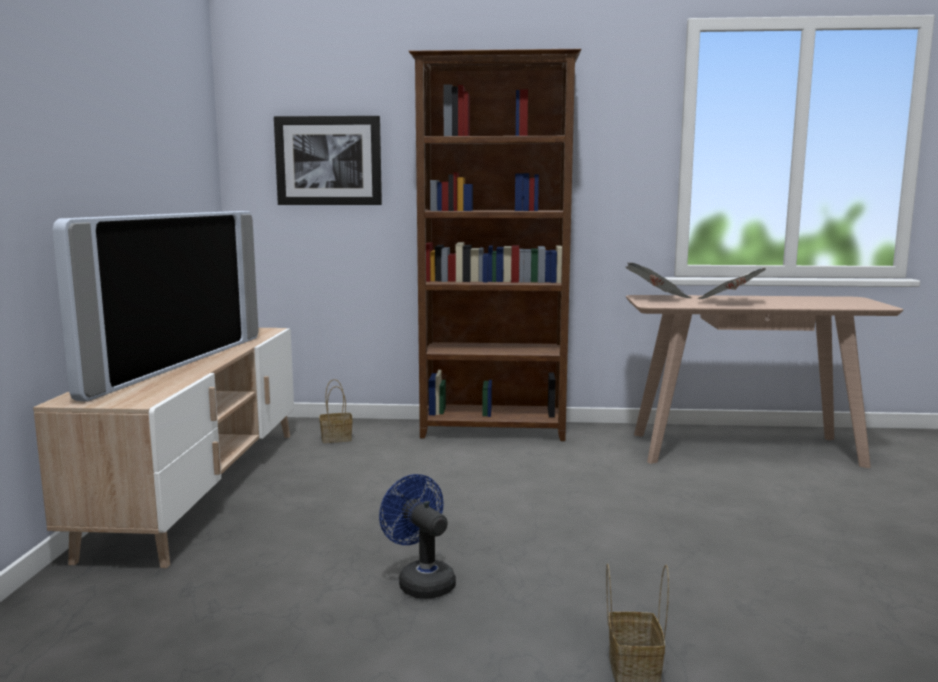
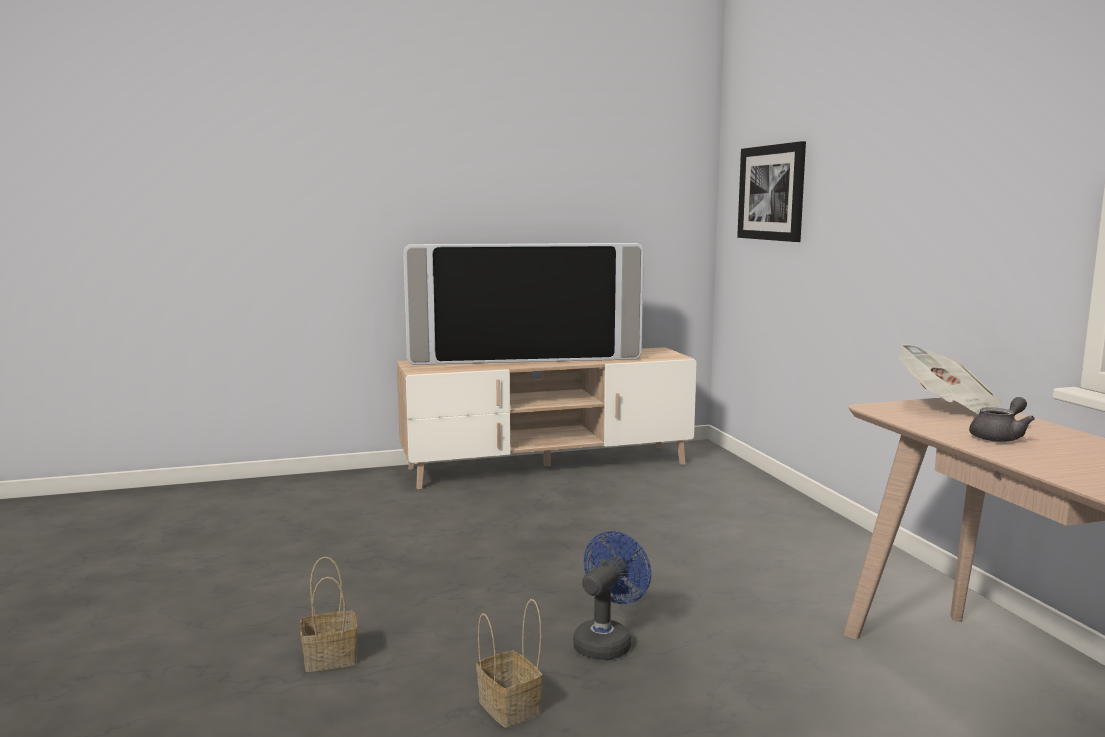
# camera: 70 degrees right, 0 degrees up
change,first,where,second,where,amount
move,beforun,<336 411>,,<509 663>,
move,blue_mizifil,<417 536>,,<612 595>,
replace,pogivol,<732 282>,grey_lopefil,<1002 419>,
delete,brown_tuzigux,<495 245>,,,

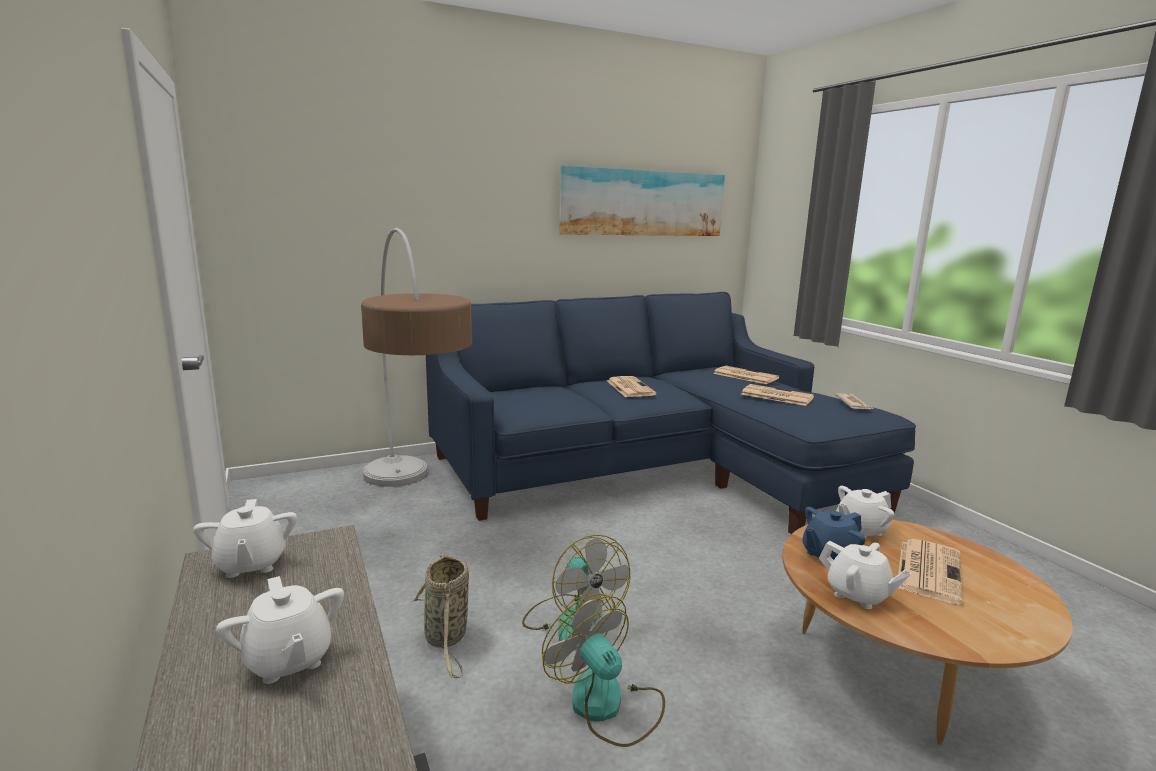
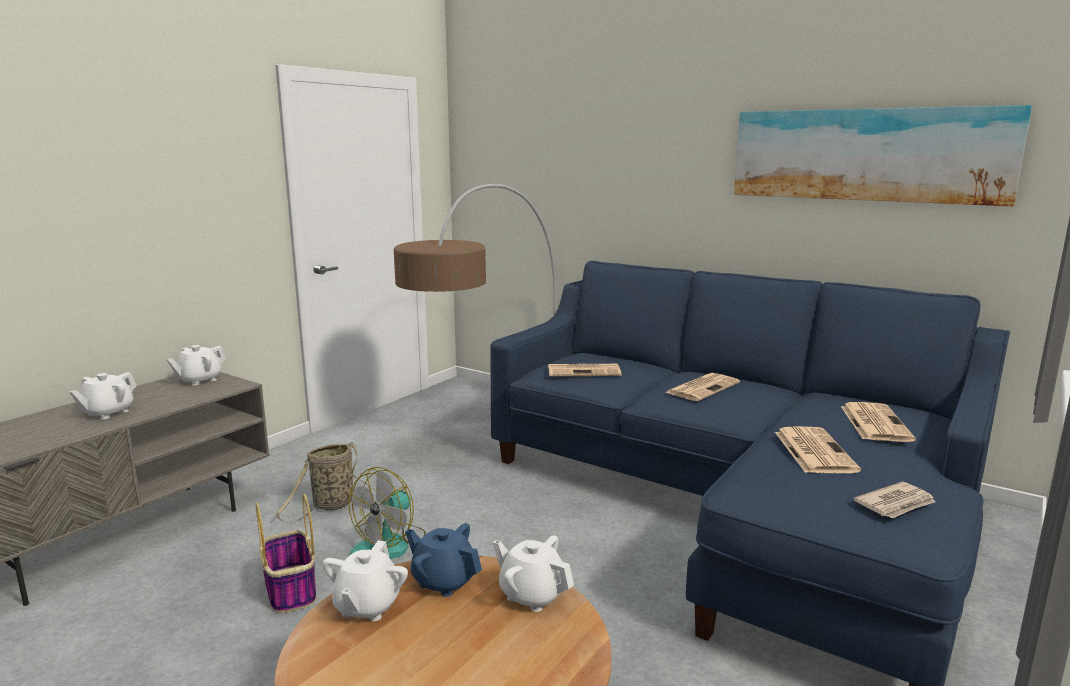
# camera: 60 degrees right, 0 degrees up
change,first,where,second,where,amount
replace,mizifil,<603 670>,beforun,<286 553>,
move,pogivol,<930 571>,,<584 370>,

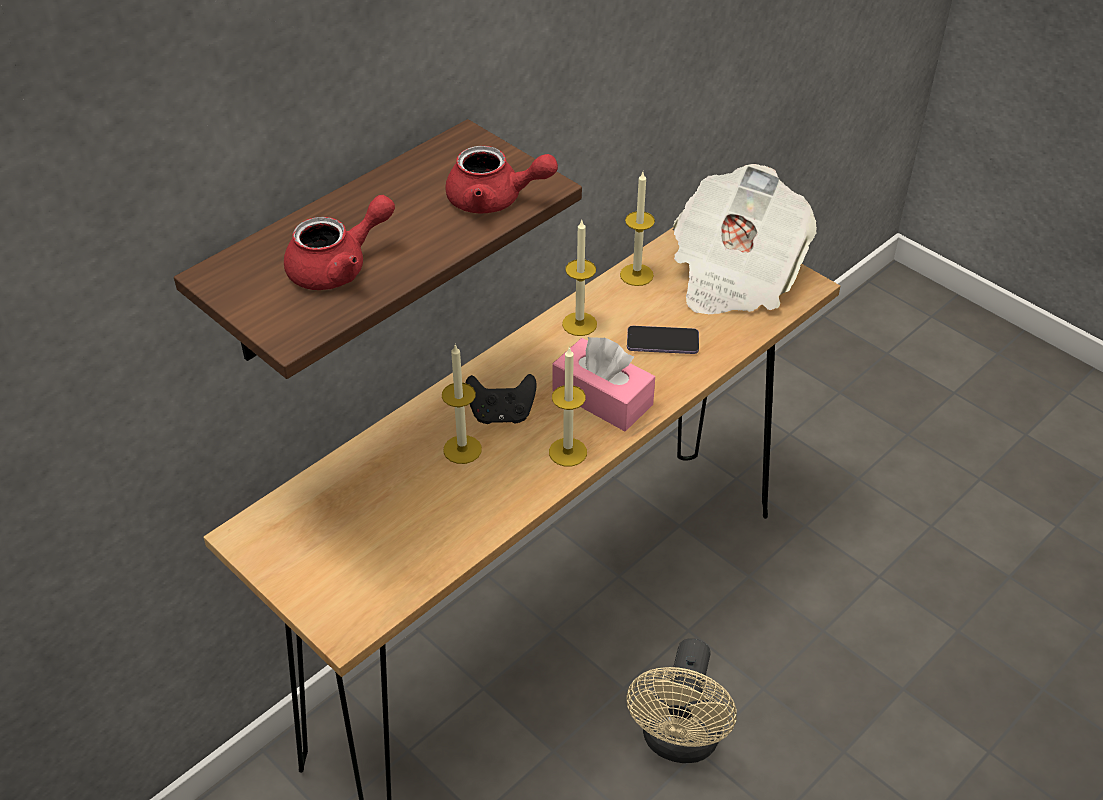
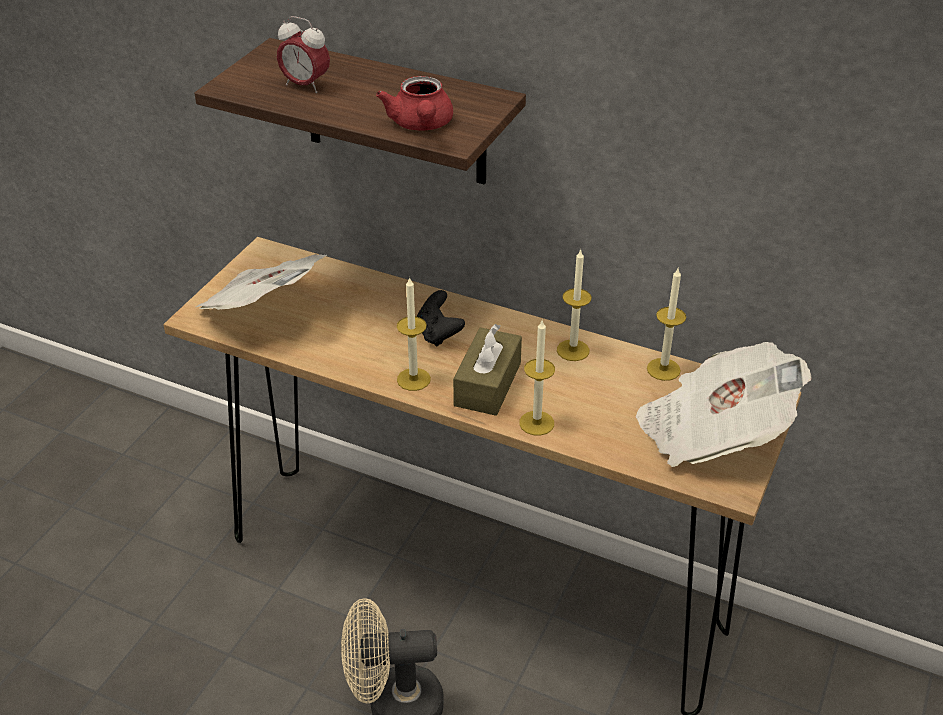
# camera: 70 degrees right, 5 degrees down
change,first,where,second,where,amount
insert,,,pogivol,<261 282>,
replace,red_lopefil,<339 242>,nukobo,<303 54>,
recolor,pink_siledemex,<604 384>,brown_siledemex,<487 370>,
move,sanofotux,<462 404>,,<537 378>,
delete,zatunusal,<663 340>,,,

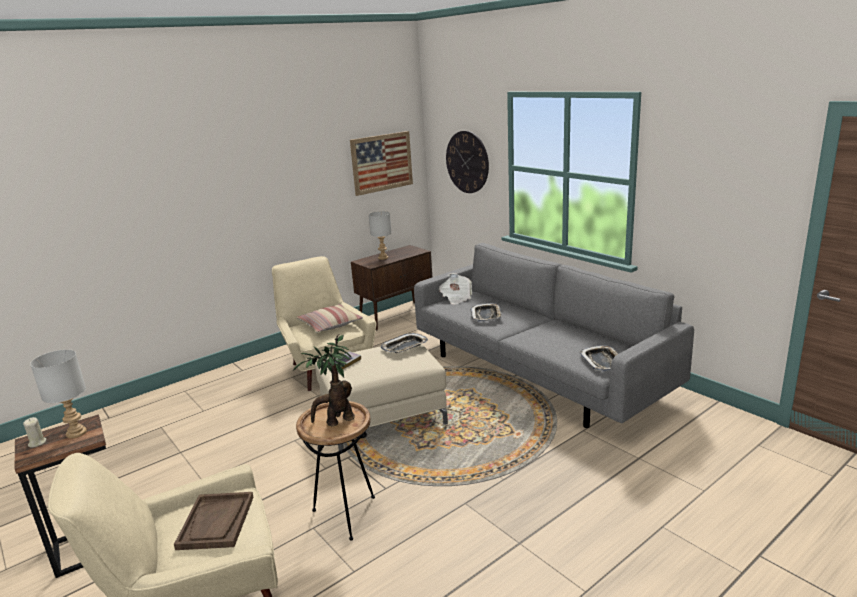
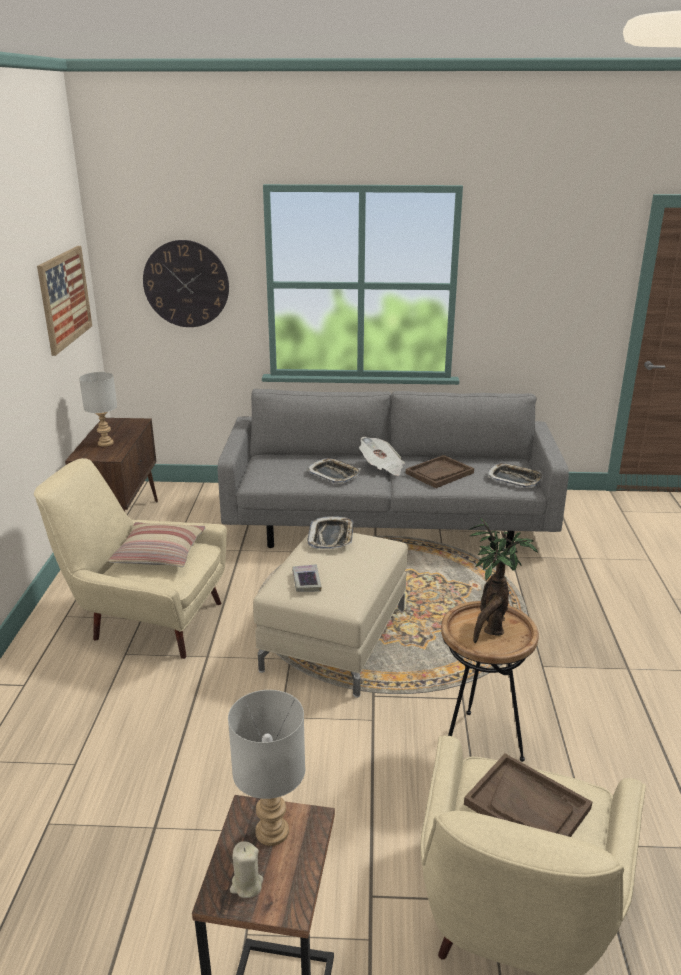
# camera: 50 degrees left, 5 degrees up
change,first,where,second,where,amount
move,pogivol,<455 289>,,<382 456>,
insert,,,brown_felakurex,<440 471>,

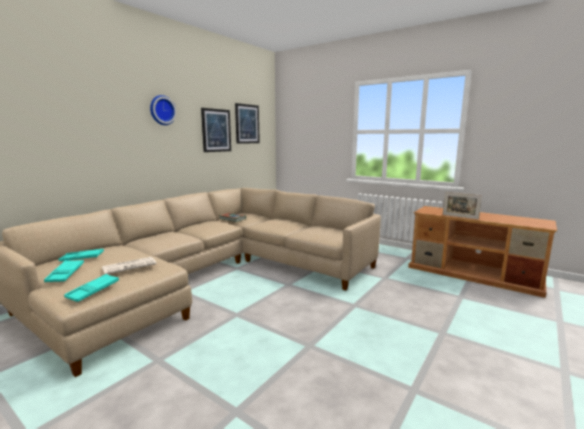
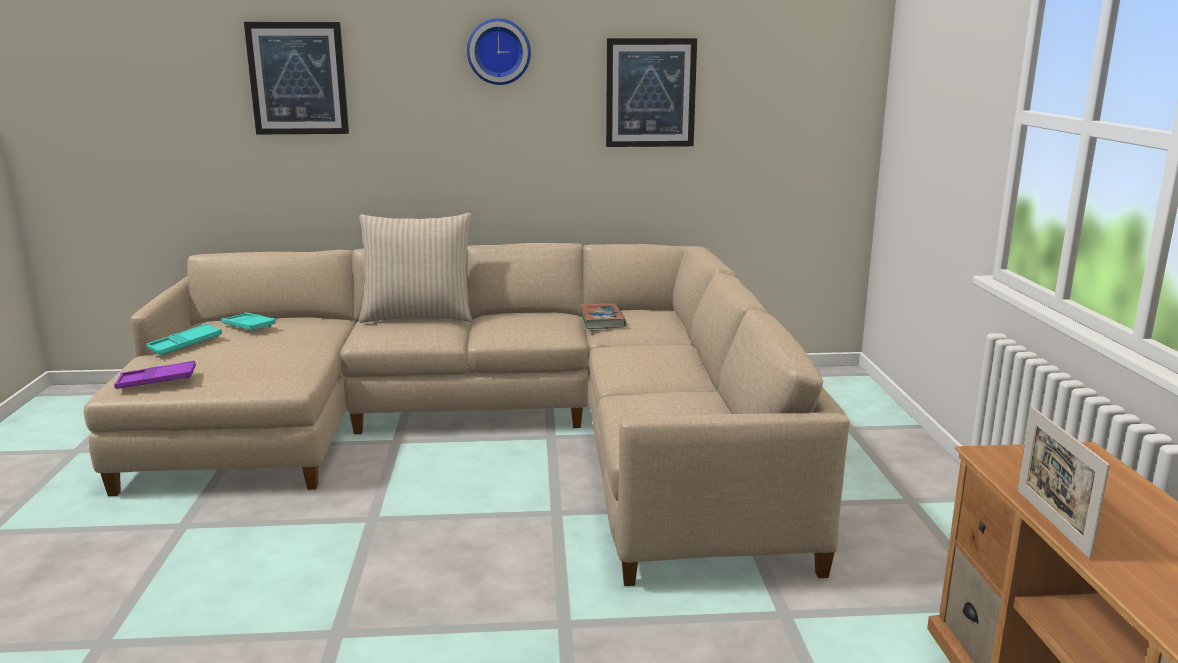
# camera: 50 degrees right, 5 degrees up
change,first,where,second,where,amount
recolor,turquoise_felakurex,<91 288>,purple_felakurex,<155 375>,
move,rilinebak,<247 123>,,<296 78>,
insert,,,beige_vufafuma,<415 268>,
delete,pogivol,<129 265>,,,

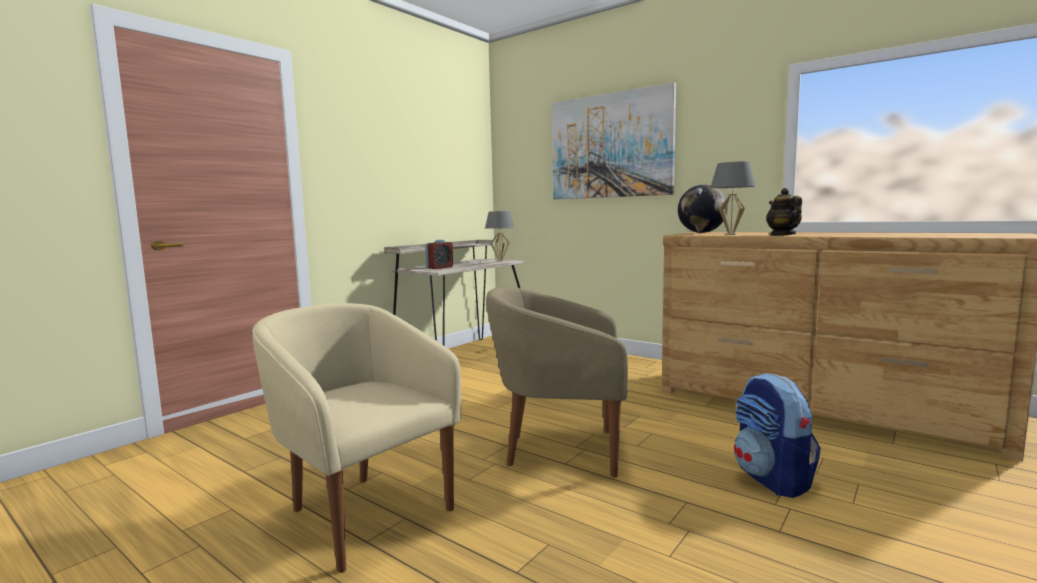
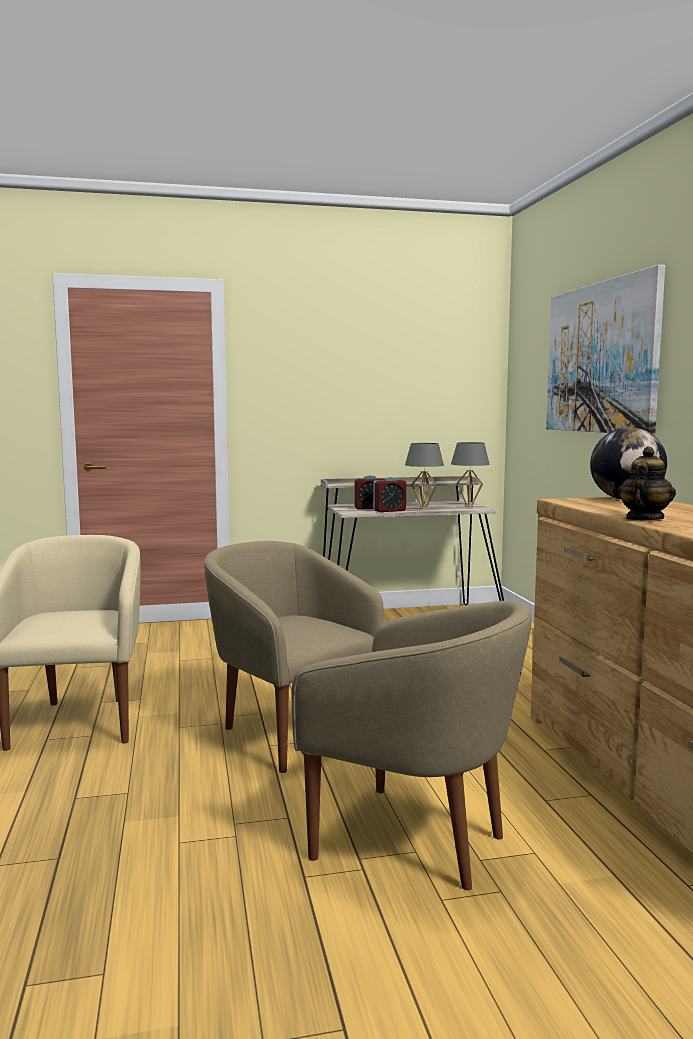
# camera: 40 degrees right, 0 degrees up
change,first,where,second,where,amount
replace,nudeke,<777 435>,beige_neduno,<411 745>,
insert,,,nukobo,<389 494>,
move,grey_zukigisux,<733 198>,,<424 476>,

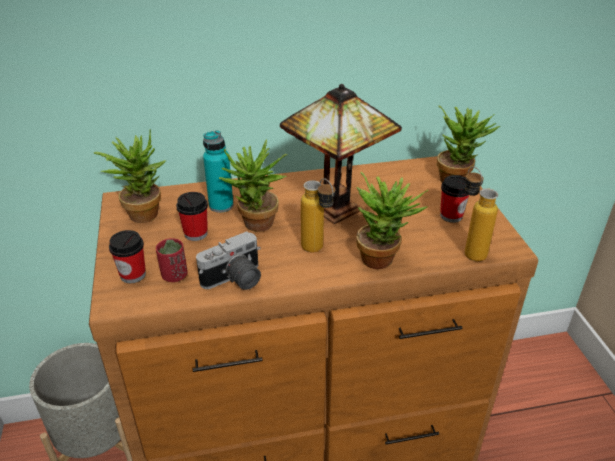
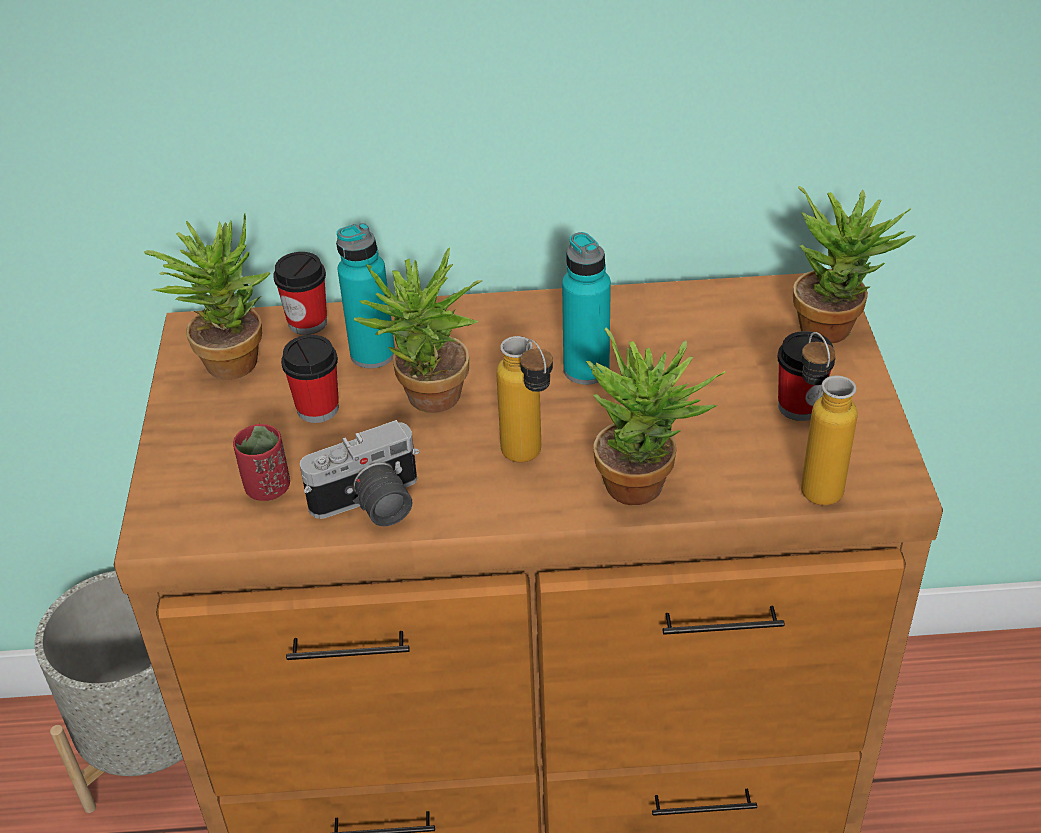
# camera: 10 degrees right, 5 degrees up
change,first,where,second,where,amount
move,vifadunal,<127 256>,,<300 293>,
replace,zukigisux,<341 154>,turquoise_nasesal,<586 308>,

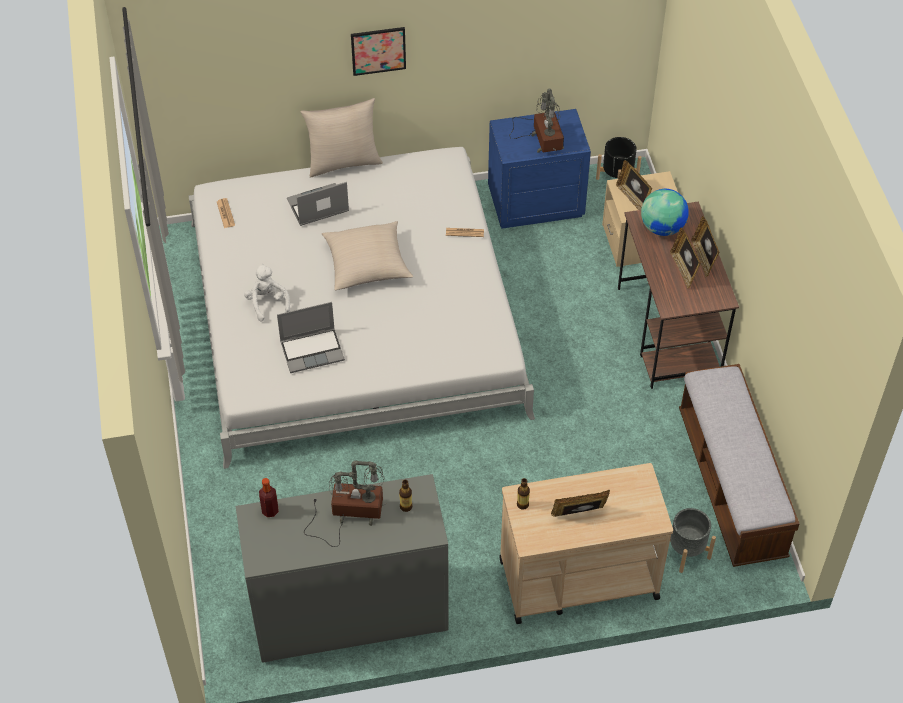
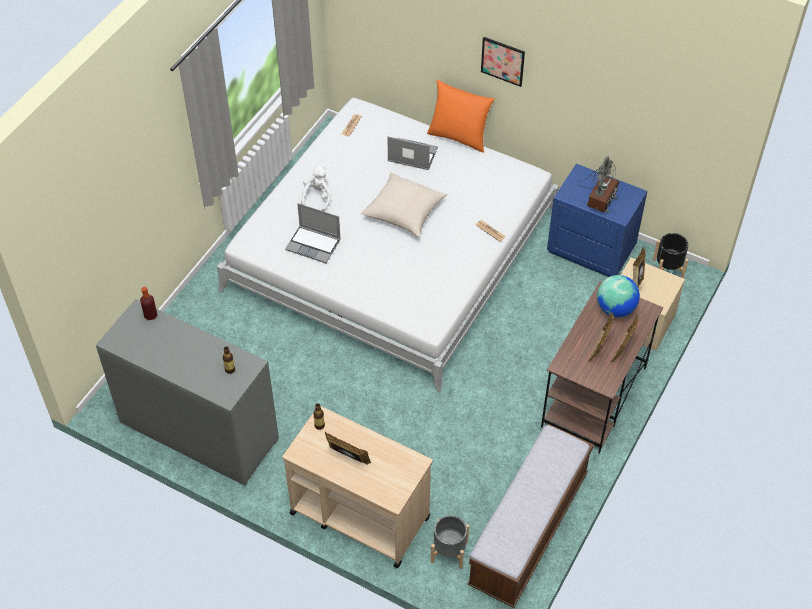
# camera: 40 degrees right, 0 degrees up
change,first,where,second,where,amount
recolor,beige_vufafuma,<342 138>,orange_vufafuma,<461 116>,
delete,zukigisux,<345 504>,,,

